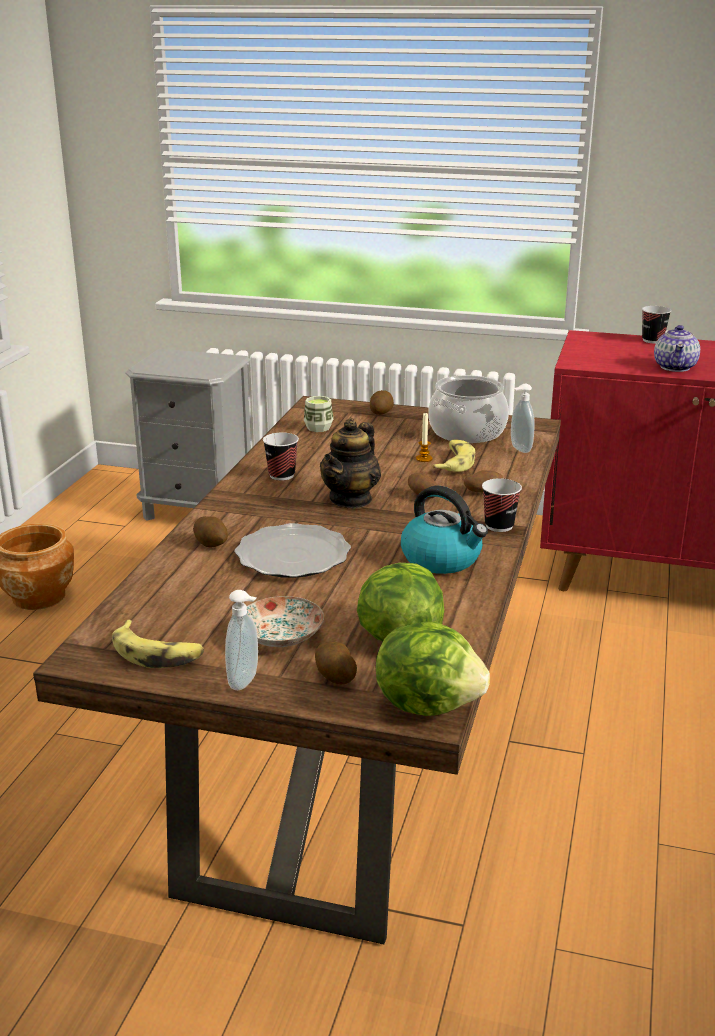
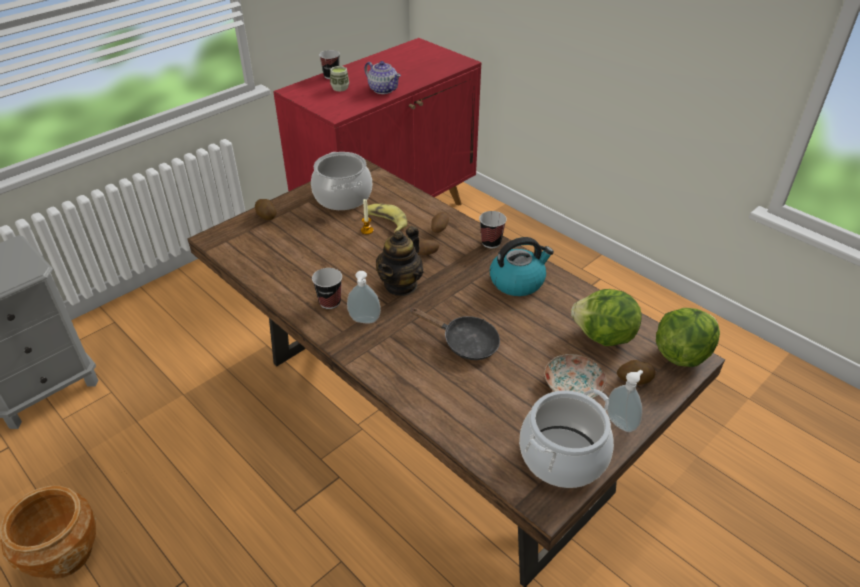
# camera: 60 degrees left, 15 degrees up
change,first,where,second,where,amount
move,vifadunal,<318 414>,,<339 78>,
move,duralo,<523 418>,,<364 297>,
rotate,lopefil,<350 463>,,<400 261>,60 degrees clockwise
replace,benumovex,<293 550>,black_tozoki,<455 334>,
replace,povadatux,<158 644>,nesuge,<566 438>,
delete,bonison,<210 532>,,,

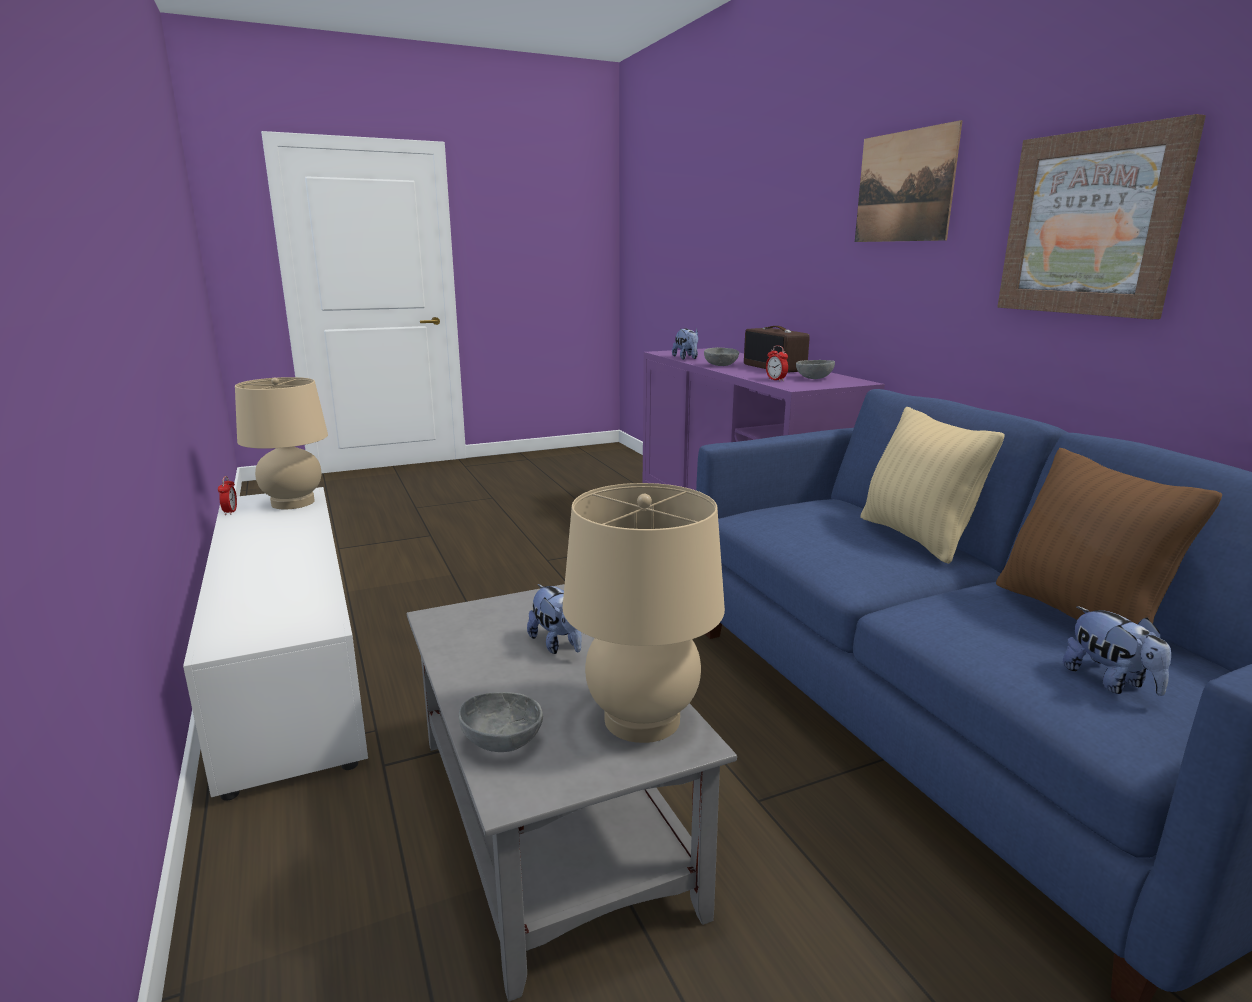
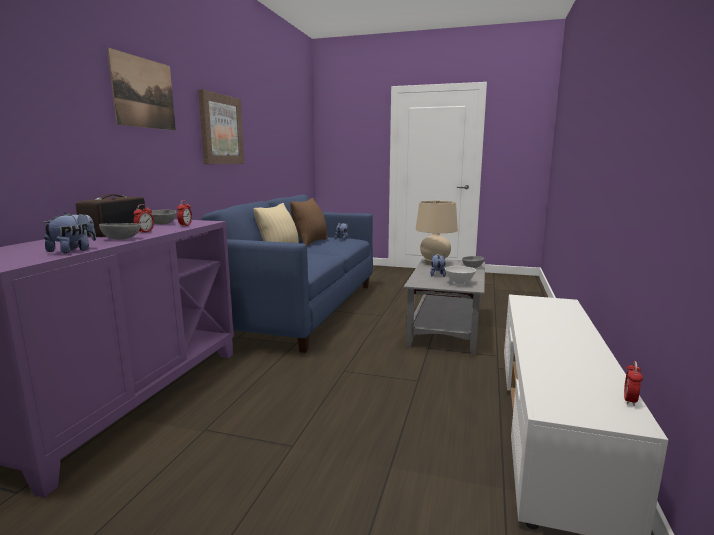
# camera: 140 degrees left, 5 degrees down
change,first,where,second,where,amount
insert,,,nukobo,<143 218>,
insert,,,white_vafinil,<460 275>,
delete,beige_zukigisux,<281 443>,,,

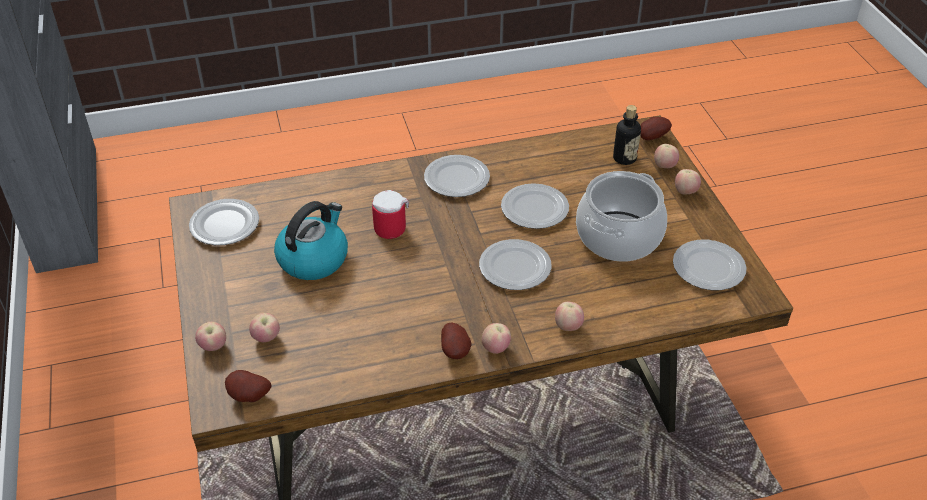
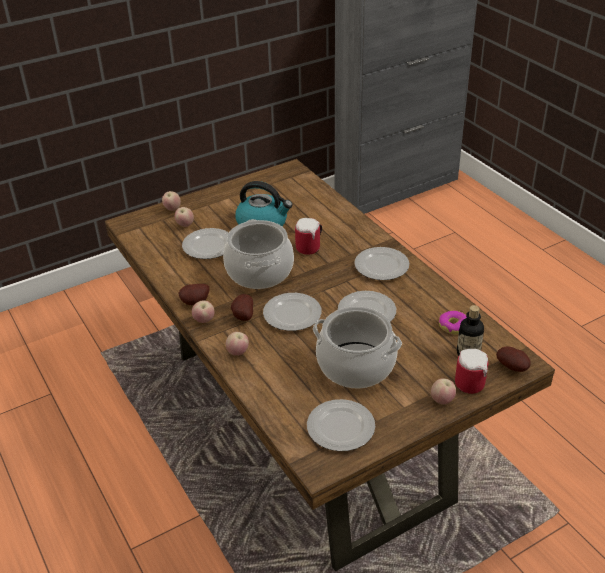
# camera: 75 degrees right, 5 degrees down
change,first,where,second,where,amount
move,benumovex,<224 222>,,<205 243>,
insert,,,nesuge,<258 254>,
move,bonison,<248 386>,,<242 307>,
insert,,,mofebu,<453 322>,
replace,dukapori,<666 156>,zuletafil,<471 371>,

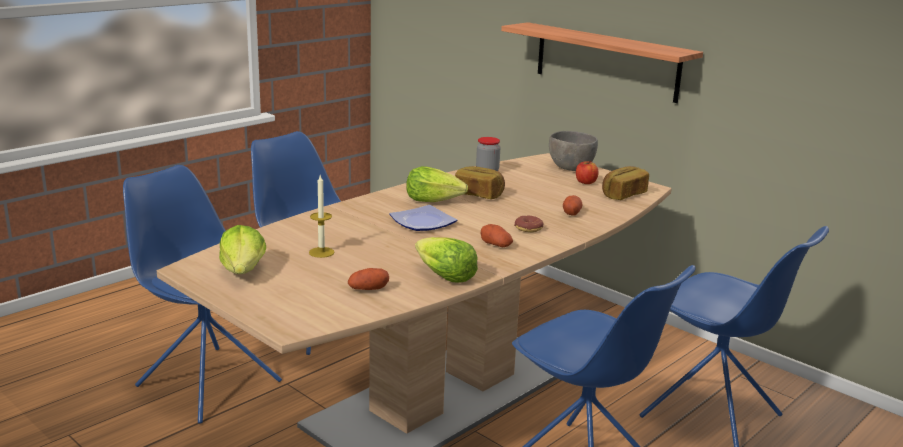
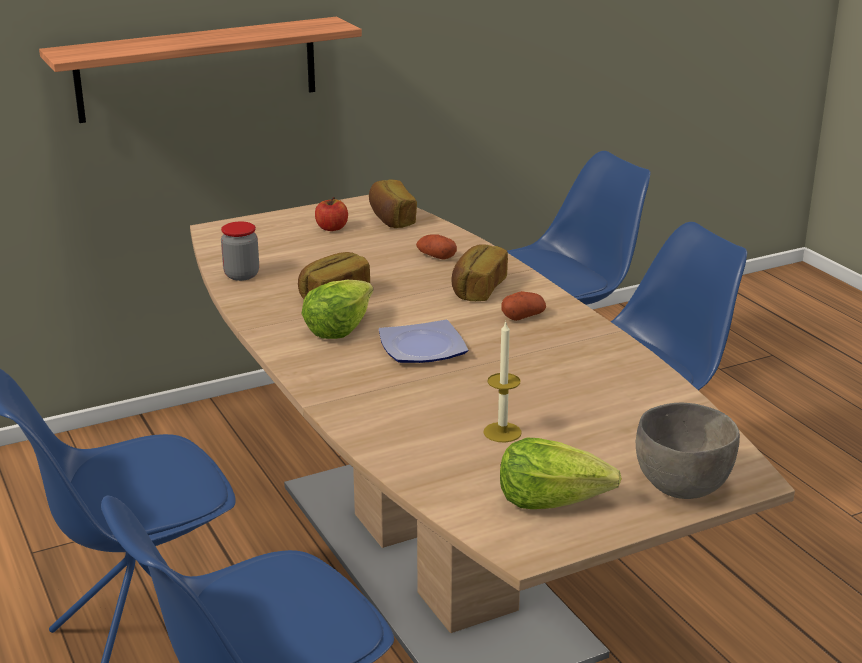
# camera: 70 degrees left, 5 degrees up
change,first,where,second,where,amount
replace,mofebu,<529 224>,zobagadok,<480 273>,
move,grey_vafinil,<573 151>,,<688 451>,
delete,bonison,<368 279>,,,
delete,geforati,<446 260>,,,

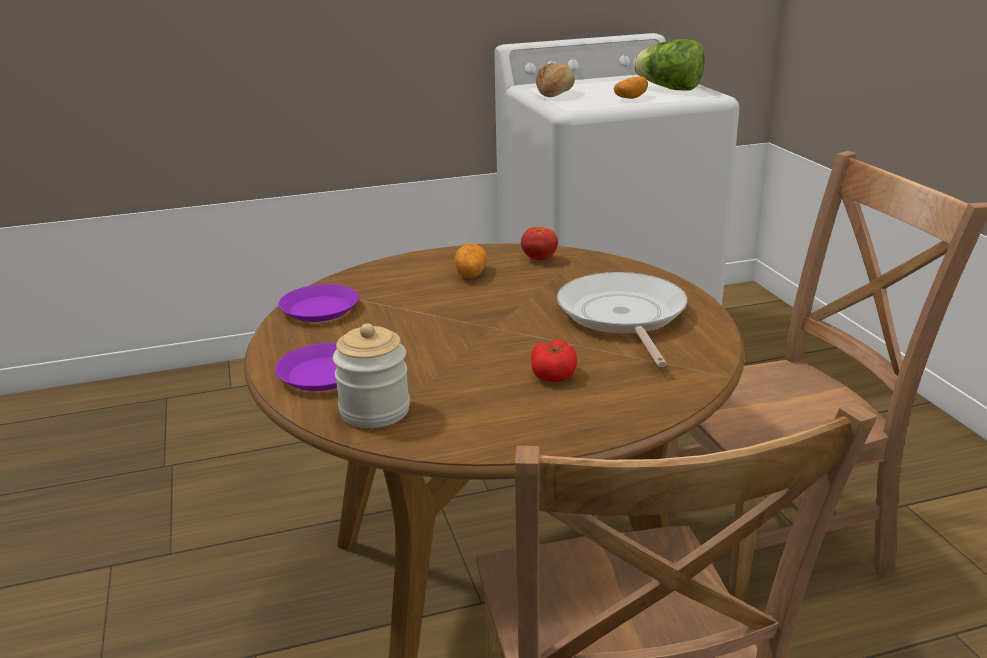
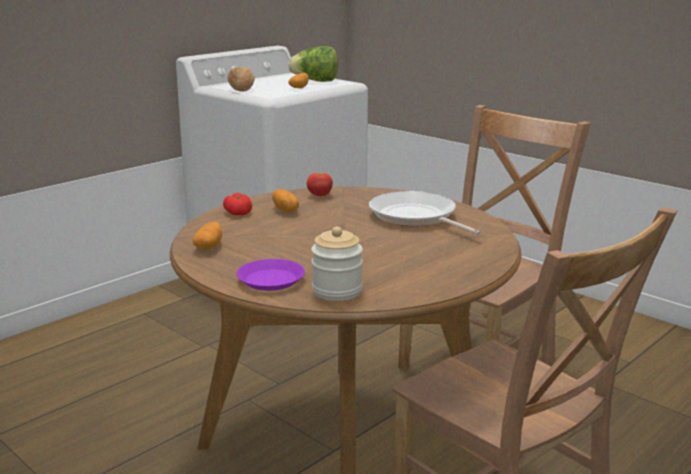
# camera: 30 degrees left, 5 degrees down
change,first,where,second,where,amount
replace,purple_benumovex,<318 303>,bonison,<207 236>,
move,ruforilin,<554 360>,,<237 204>,

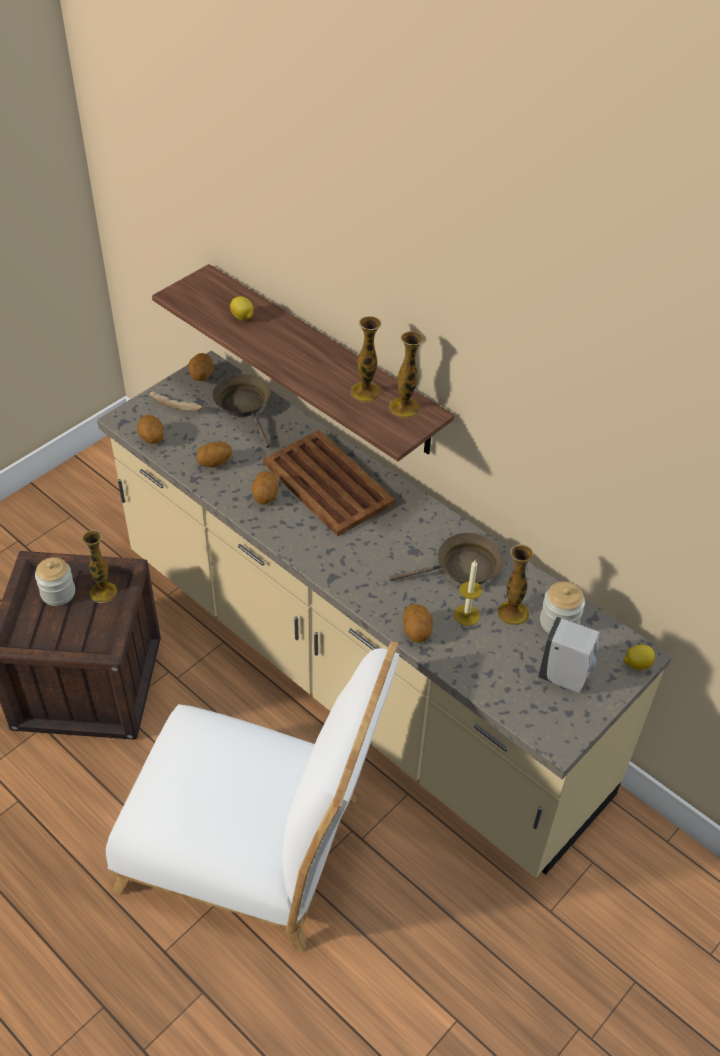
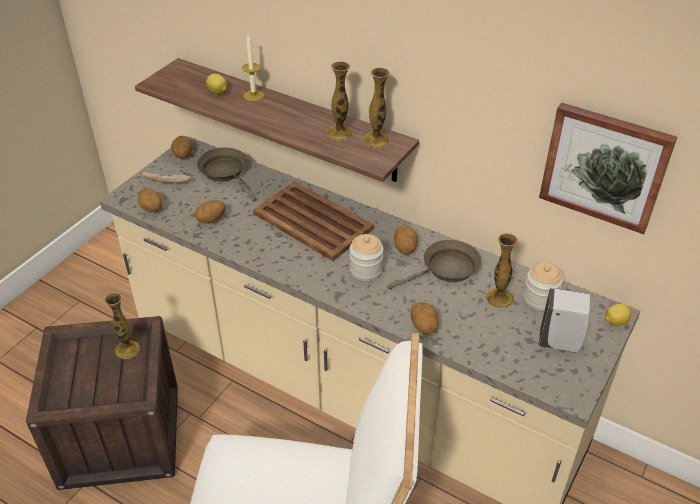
# camera: 10 degrees left, 5 degrees down
change,first,where,second,where,amount
move,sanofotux,<468 593>,,<253 68>,
move,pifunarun,<55 581>,,<366 257>,
move,bonison,<265 487>,,<406 240>,
insert,,,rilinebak,<608 168>,

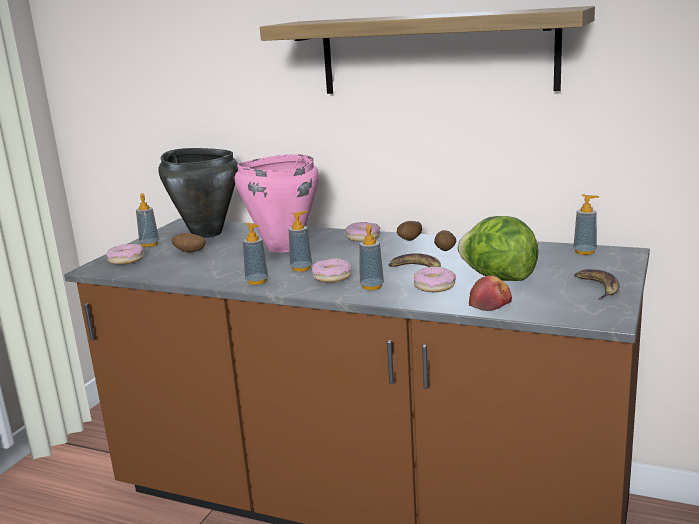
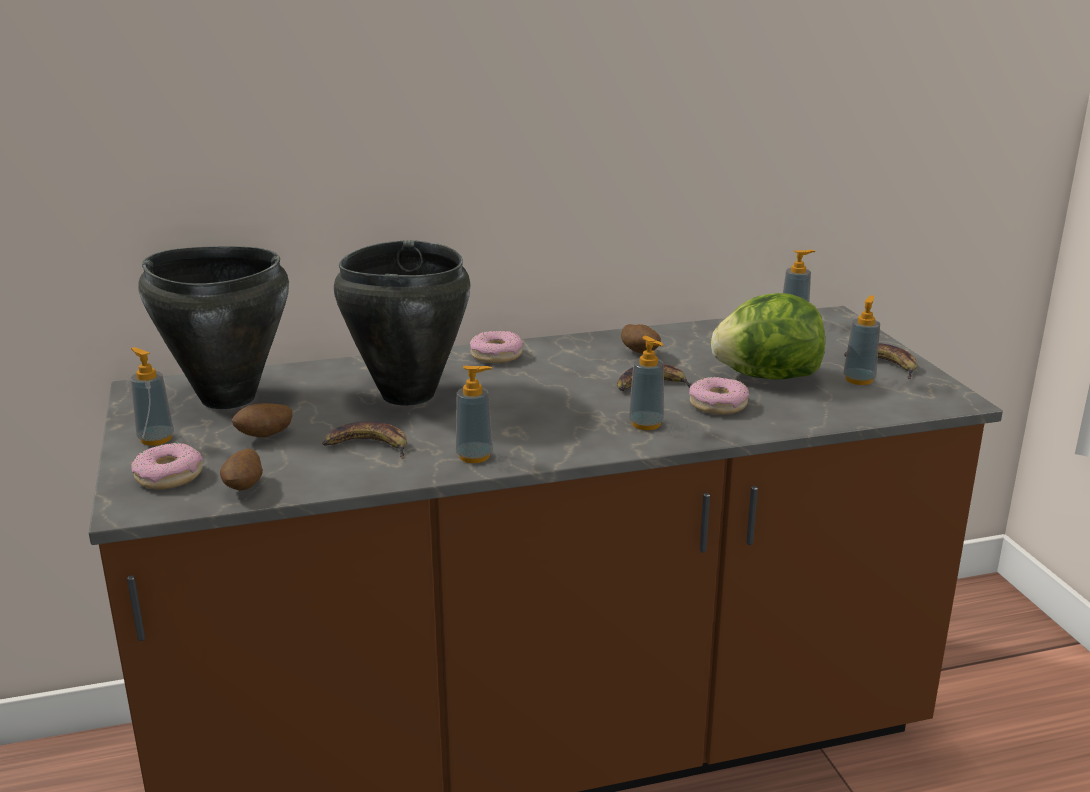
# camera: 40 degrees left, 5 degrees up
change,first,where,second,where,amount
move,bonison,<409 231>,,<241 469>,
insert,,,povadatux,<364 440>,
recolor,pink_nesuge,<276 203>,black_nesuge,<402 322>,
move,duralo,<300 241>,,<861 340>,
delete,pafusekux,<427 50>,,,
delete,mofebu,<332 270>,,,
delete,dukapori,<490 293>,,,

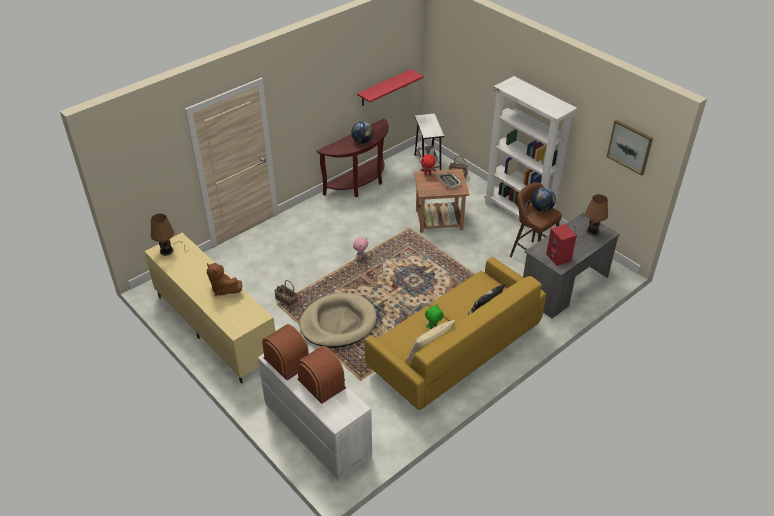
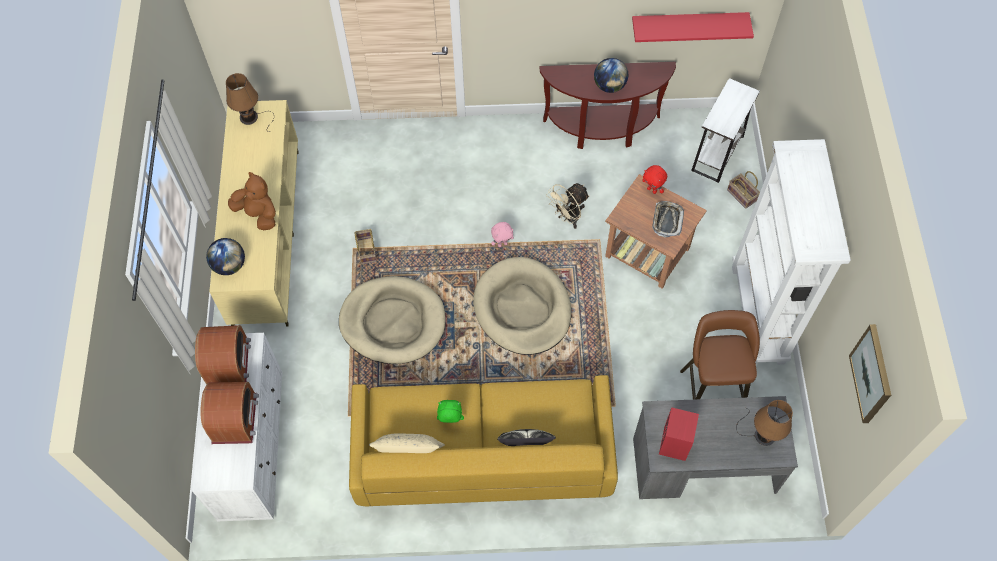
# camera: 40 degrees right, 20 degrees up
change,first,where,second,where,amount
move,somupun,<543 200>,,<225 256>,
rotate,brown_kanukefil,<224 279>,,<252 201>,135 degrees clockwise
insert,,,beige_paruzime,<522 306>,
insert,,,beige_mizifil,<568 206>,

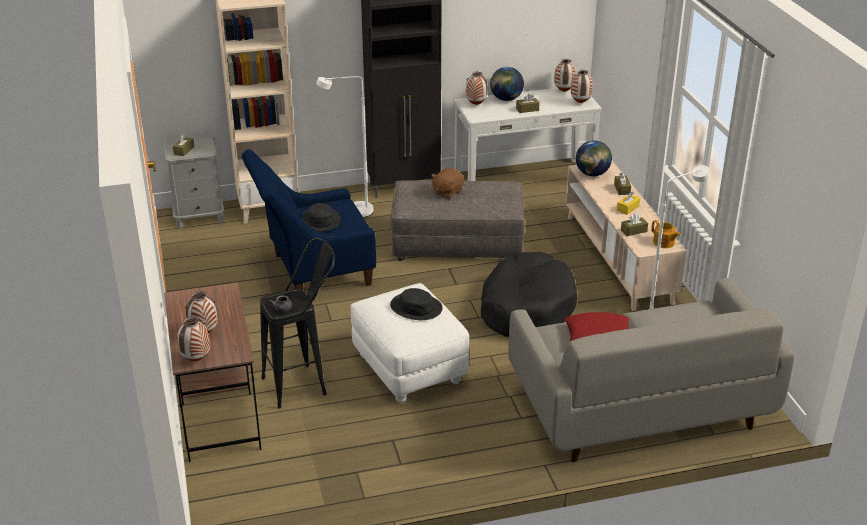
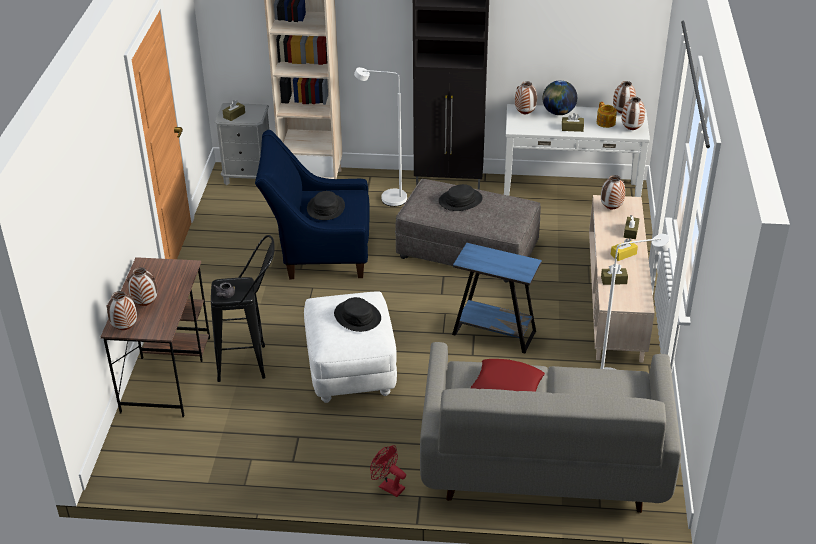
# camera: 20 degrees right, 5 degrees up
change,first,where,second,where,amount
insert,,,red_mizifil,<388 471>,
replace,brown_kanukefil,<447 183>,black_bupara,<461 197>,
replace,black_paruzime,<529 294>,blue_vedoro,<497 298>,
move,lopefil,<666 234>,,<607 115>,
replace,somupun,<594 158>,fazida,<613 192>,

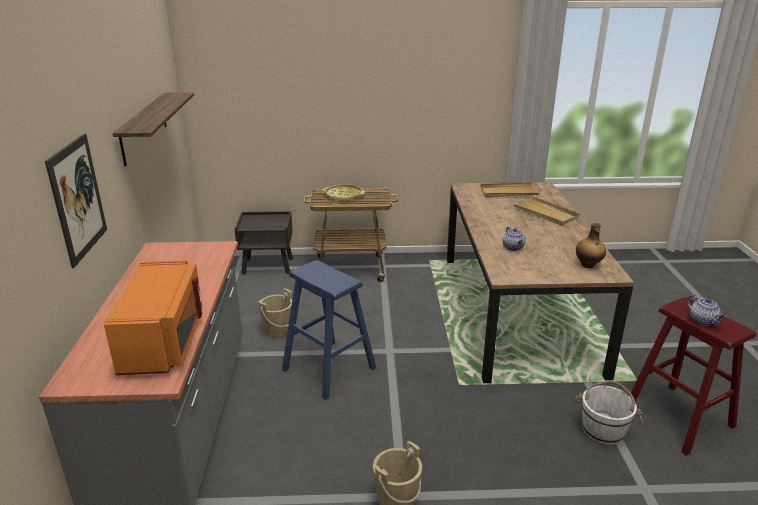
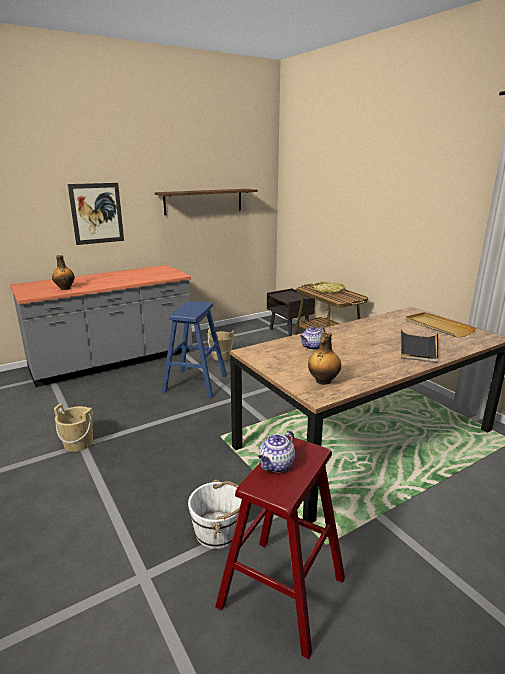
# camera: 60 degrees right, 5 degrees down
change,first,where,second,where,amount
replace,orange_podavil,<153 317>,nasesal,<63 272>,
recolor,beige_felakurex,<547 211>,black_felakurex,<420 346>,

